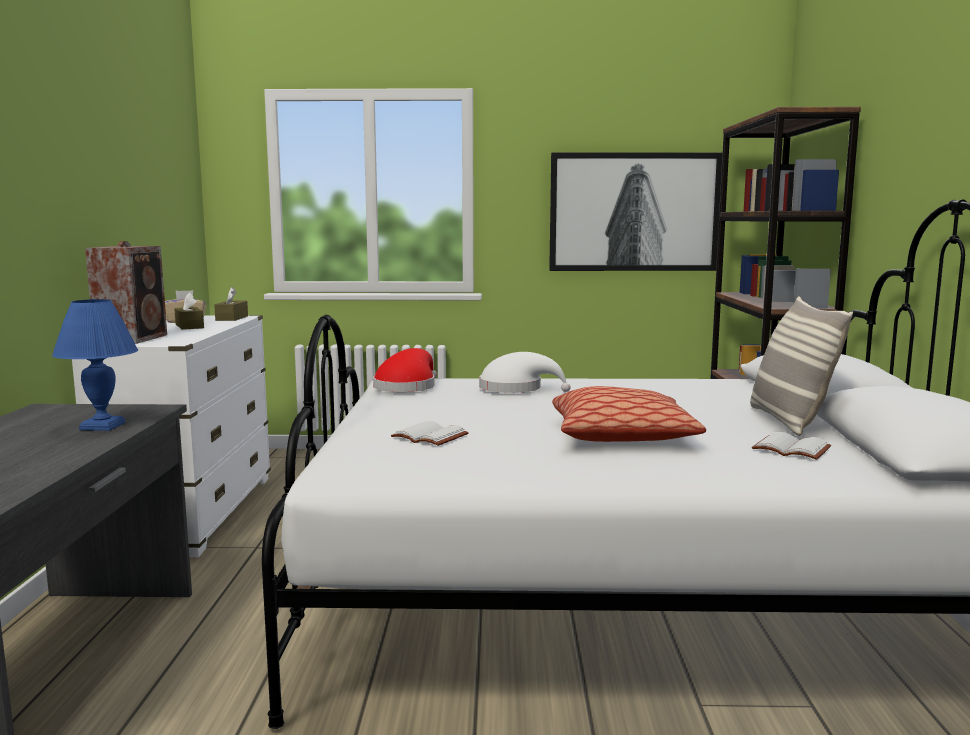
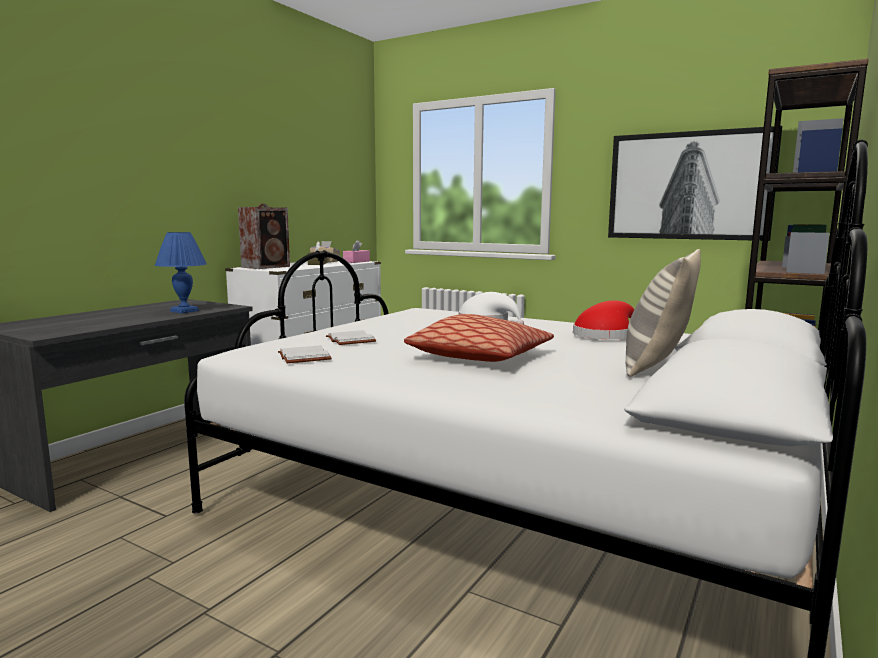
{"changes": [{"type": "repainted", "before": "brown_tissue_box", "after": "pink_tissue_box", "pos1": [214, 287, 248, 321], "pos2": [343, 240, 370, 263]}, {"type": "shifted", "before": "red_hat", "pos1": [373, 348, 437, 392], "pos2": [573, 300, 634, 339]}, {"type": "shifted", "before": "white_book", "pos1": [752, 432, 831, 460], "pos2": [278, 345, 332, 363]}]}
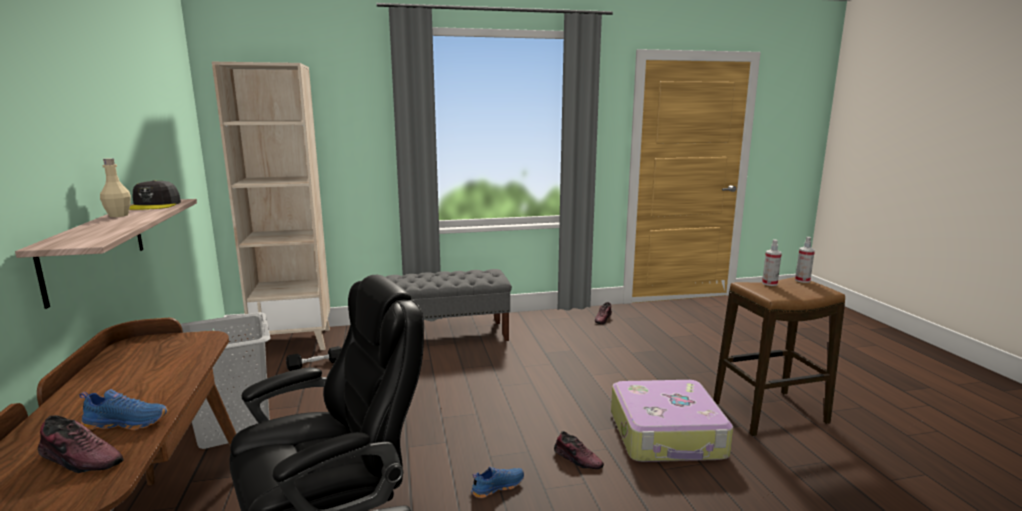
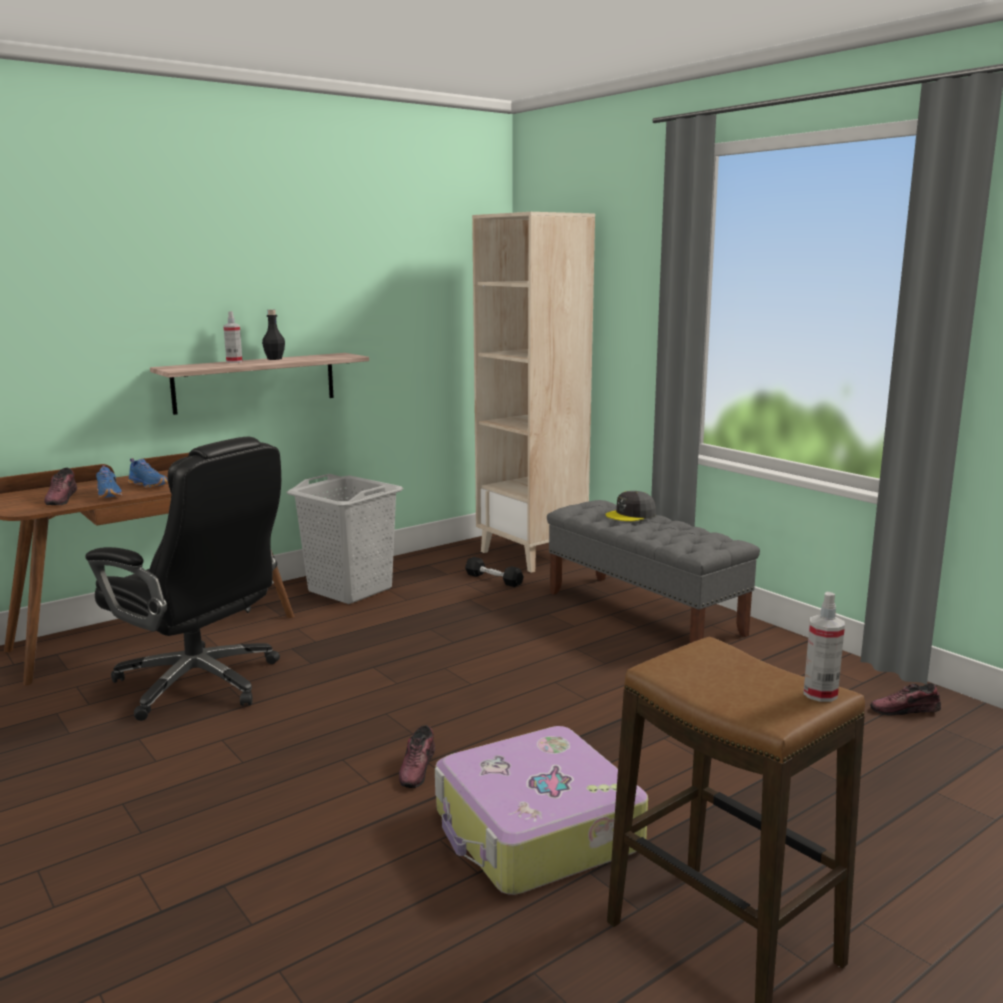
{"changes": [{"type": "repainted", "before": "beige_bottle", "after": "black_bottle", "pos1": [100, 158, 131, 217], "pos2": [262, 309, 285, 360]}, {"type": "shifted", "before": "grey_cap", "pos1": [129, 180, 181, 210], "pos2": [605, 491, 656, 521]}, {"type": "shifted", "before": "spray_bottle", "pos1": [762, 239, 782, 286], "pos2": [223, 311, 243, 363]}, {"type": "shifted", "before": "blue_shoe", "pos1": [471, 467, 524, 498], "pos2": [128, 458, 168, 488]}]}
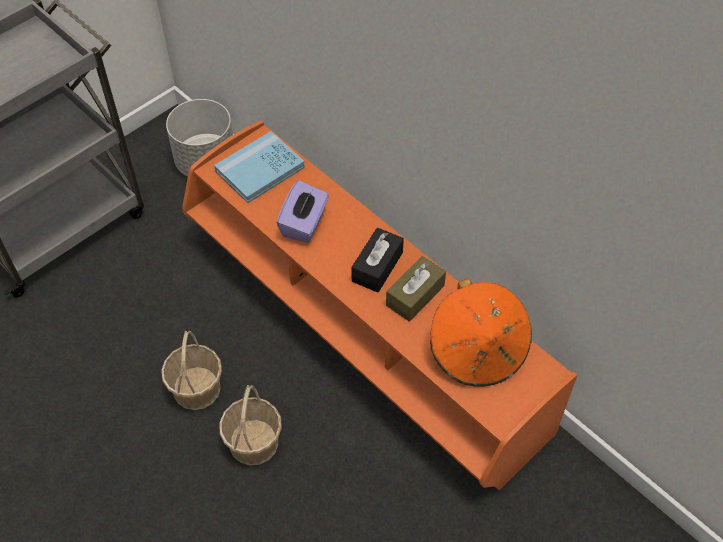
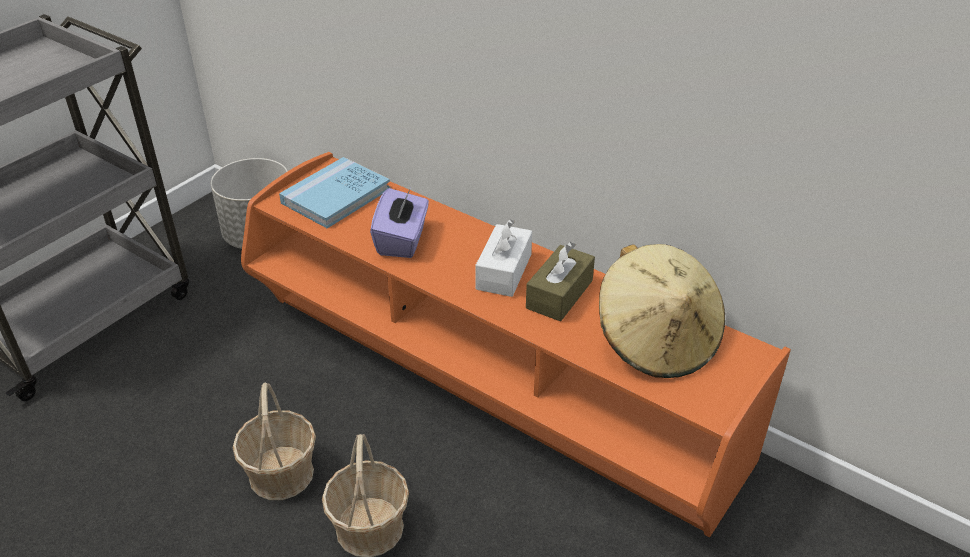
{"changes": [{"type": "repainted", "before": "black_tissue_box", "after": "white_tissue_box", "pos1": [351, 228, 404, 293], "pos2": [475, 219, 532, 297]}, {"type": "repainted", "before": "orange_hat", "after": "beige_hat", "pos1": [430, 279, 532, 387], "pos2": [599, 244, 725, 378]}]}
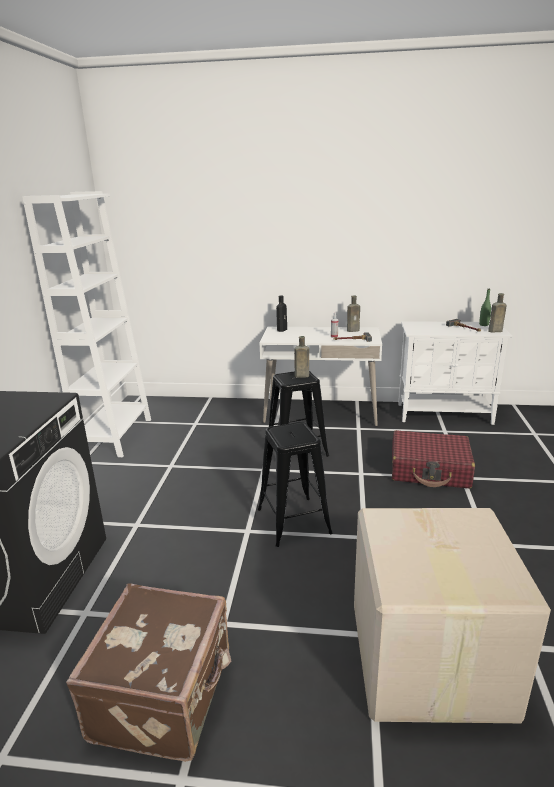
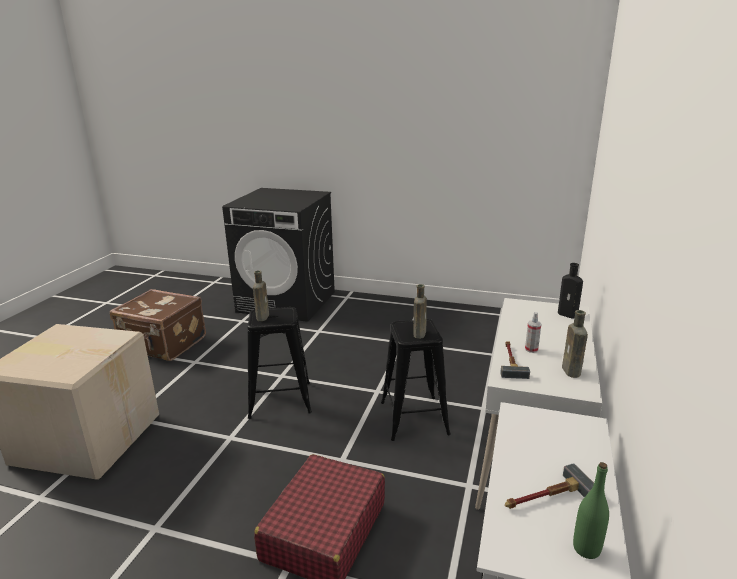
{"changes": [{"type": "gone", "before": "white_bookcase", "pos1": [22, 191, 151, 457]}, {"type": "shifted", "before": "brown_bottle", "pos1": [488, 293, 507, 333], "pos2": [253, 270, 269, 321]}]}
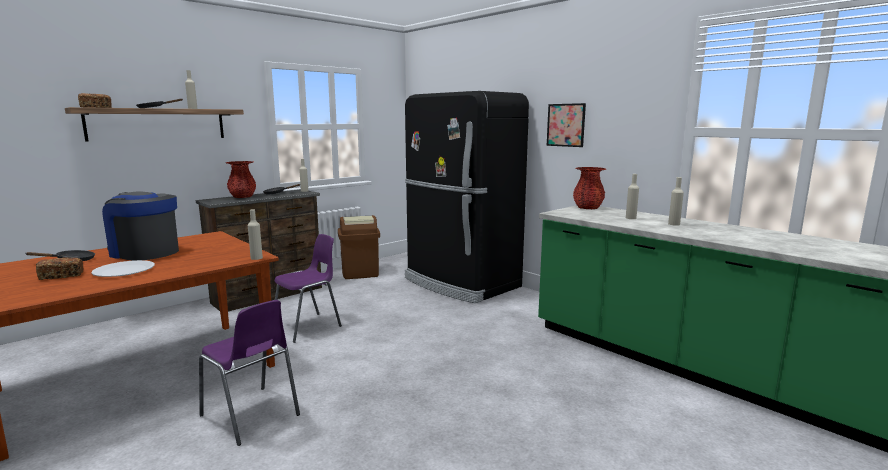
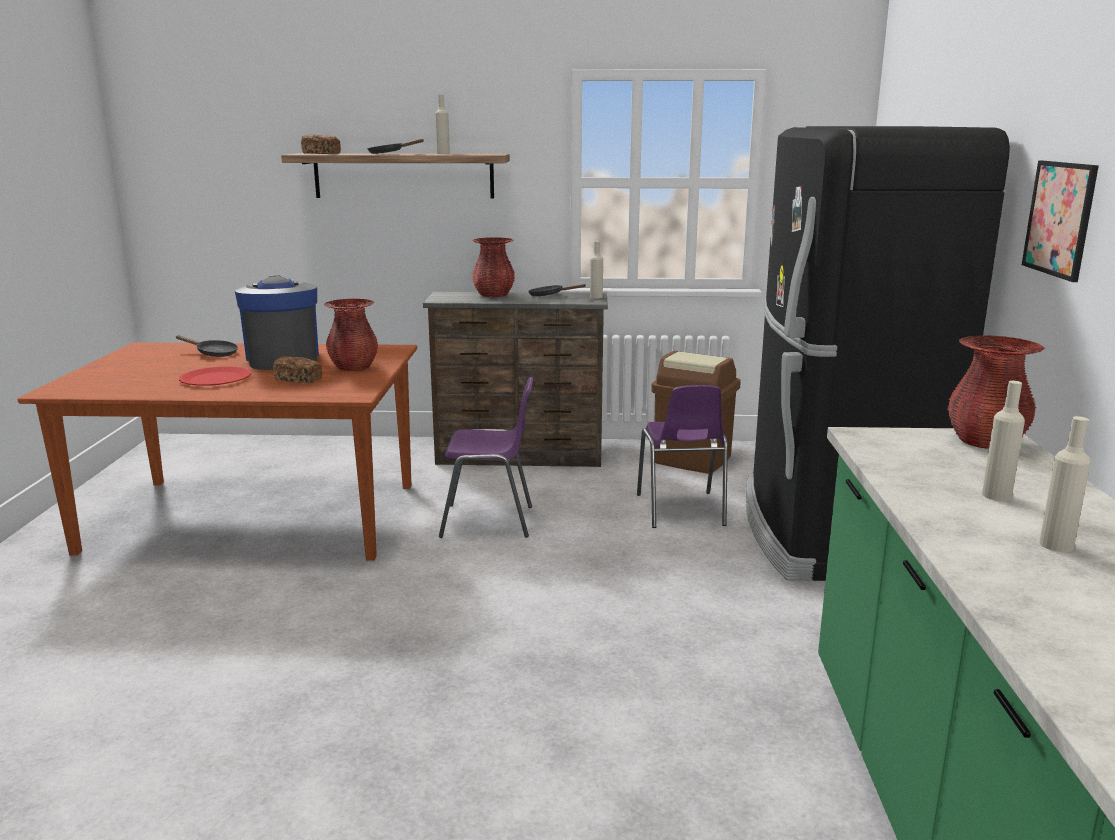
{"changes": [{"type": "gone", "before": "beige_bottle", "pos1": [248, 209, 263, 260]}, {"type": "shifted", "before": "bread", "pos1": [36, 257, 83, 280], "pos2": [273, 356, 322, 384]}, {"type": "repainted", "before": "white_plate", "after": "red_plate", "pos1": [91, 260, 155, 277], "pos2": [179, 366, 251, 386]}, {"type": "shifted", "before": "purple_chair", "pos1": [199, 300, 300, 446], "pos2": [637, 385, 728, 528]}, {"type": "new", "after": "red_vase", "pos2": [324, 299, 378, 371]}]}
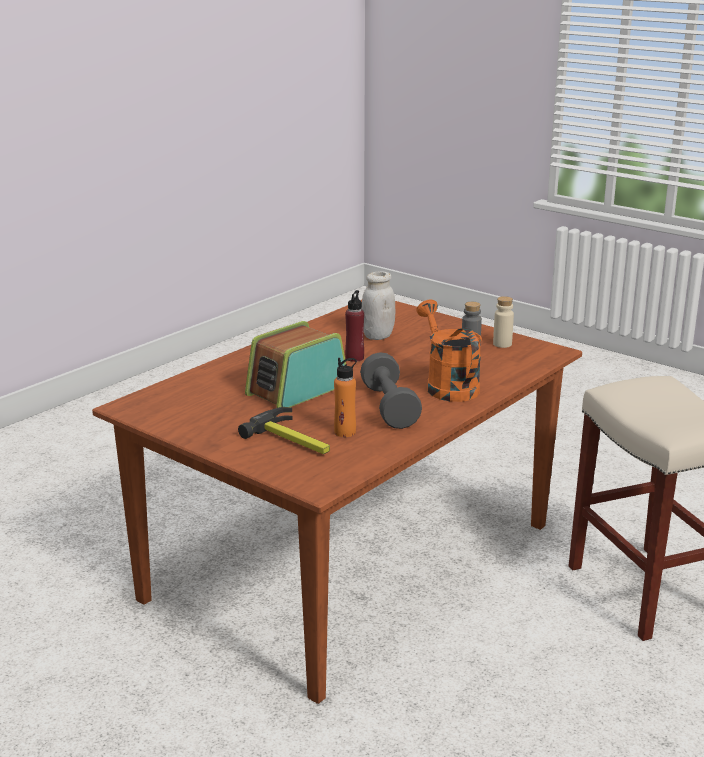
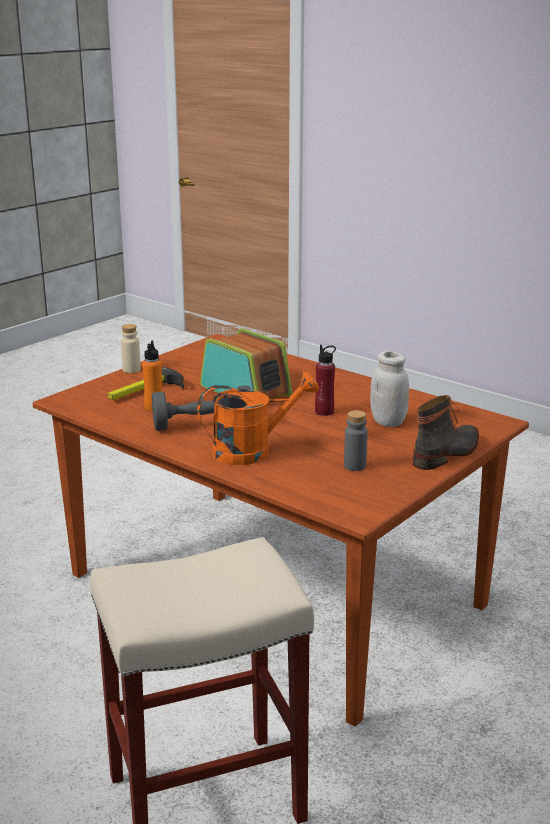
{"changes": [{"type": "shifted", "before": "beige_bottle", "pos1": [493, 296, 514, 348], "pos2": [121, 324, 141, 373]}, {"type": "new", "after": "boot", "pos2": [413, 395, 479, 470]}]}
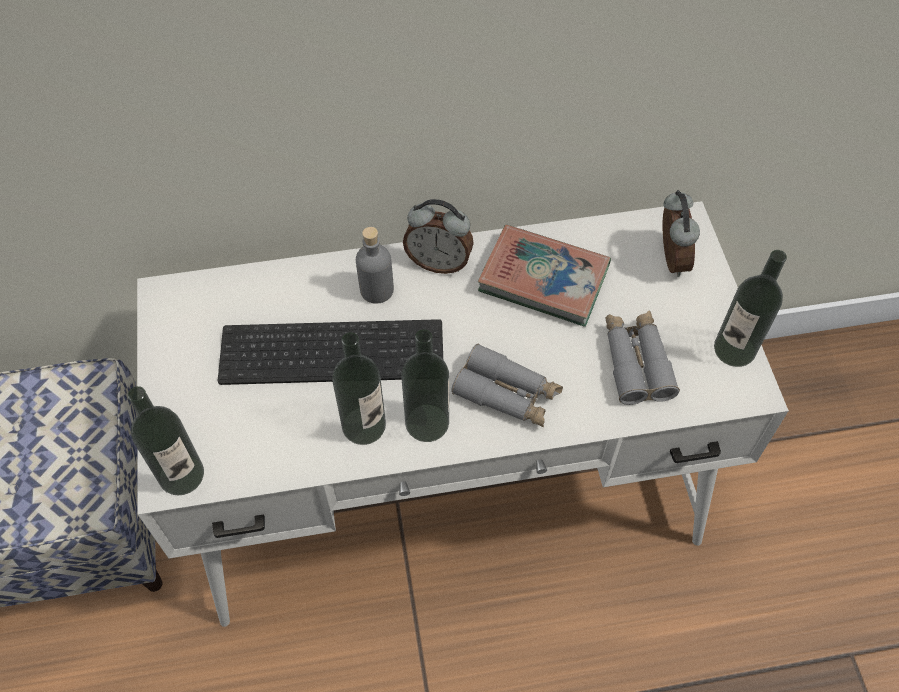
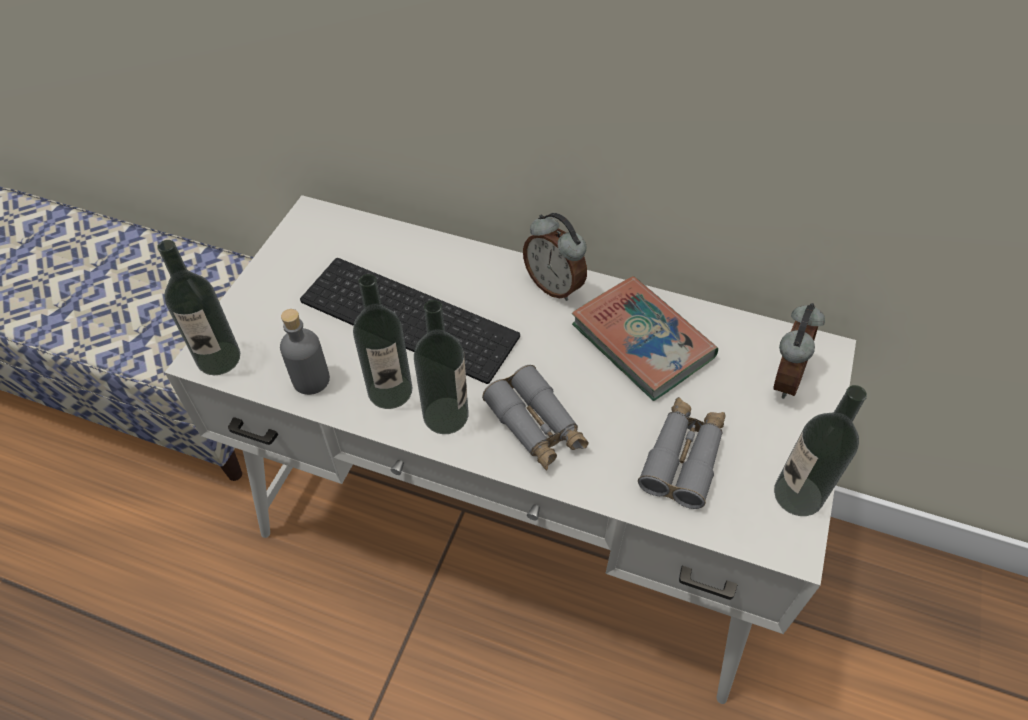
{"changes": [{"type": "shifted", "before": "grey_bottle", "pos1": [356, 227, 394, 304], "pos2": [280, 309, 330, 395]}]}
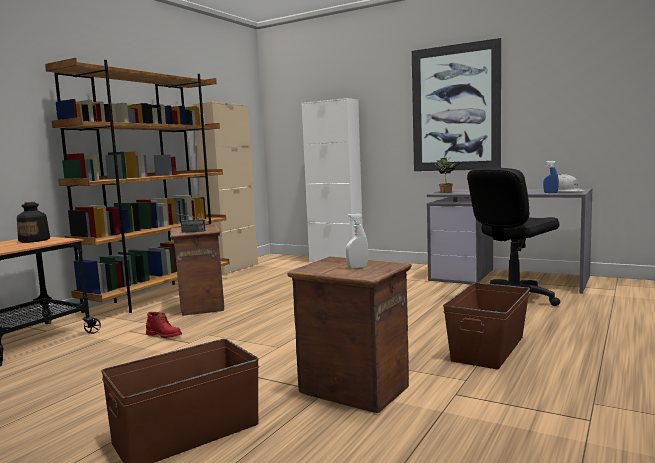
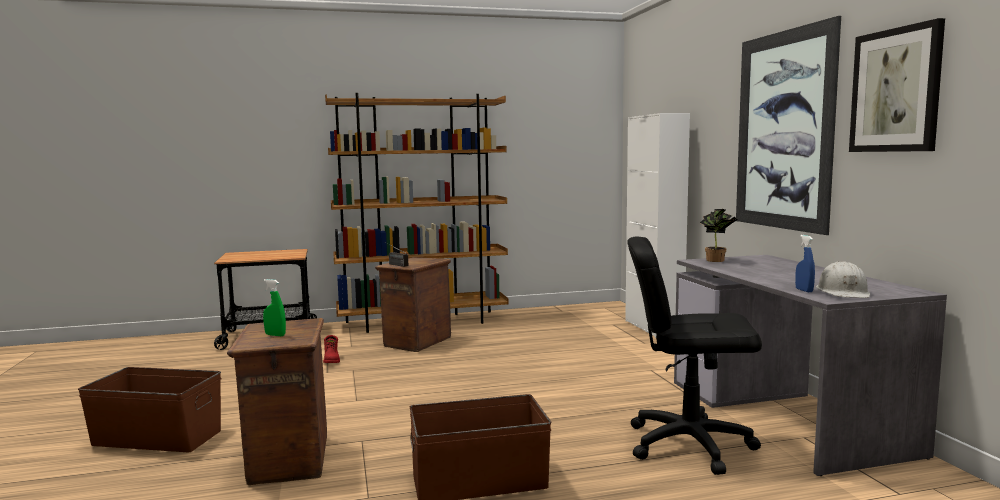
{"changes": [{"type": "gone", "before": "beige_cabinet", "pos1": [194, 102, 258, 275]}, {"type": "gone", "before": "bottle", "pos1": [17, 202, 50, 243]}, {"type": "repainted", "before": "white_spray_bottle", "after": "green_spray_bottle", "pos1": [346, 213, 368, 269], "pos2": [263, 279, 286, 336]}, {"type": "new", "after": "picture", "pos2": [849, 18, 945, 152]}]}
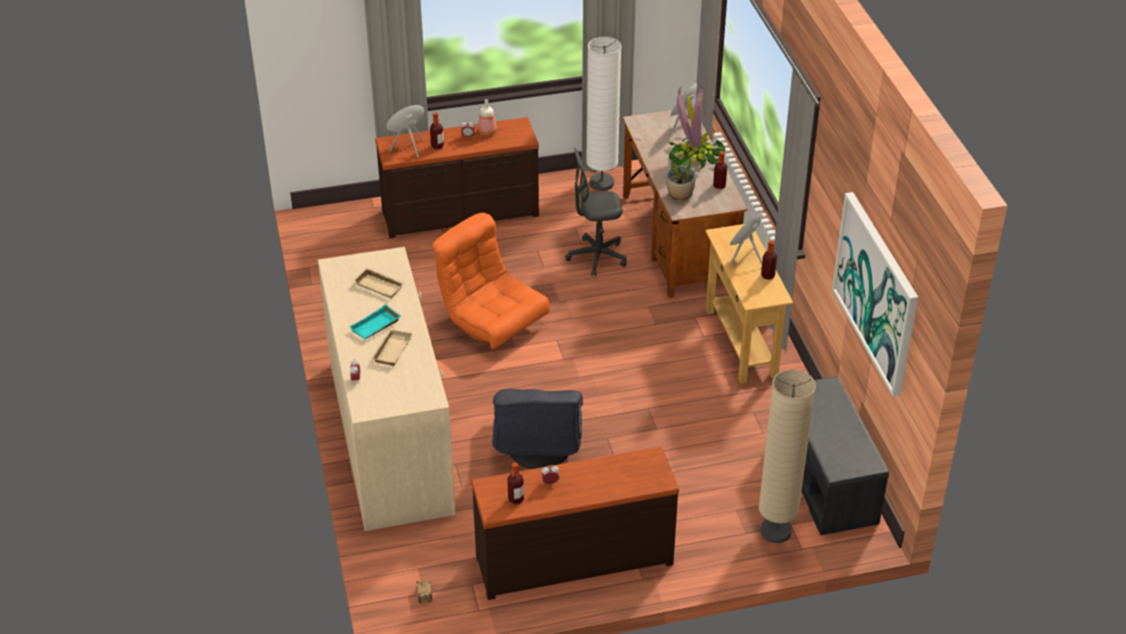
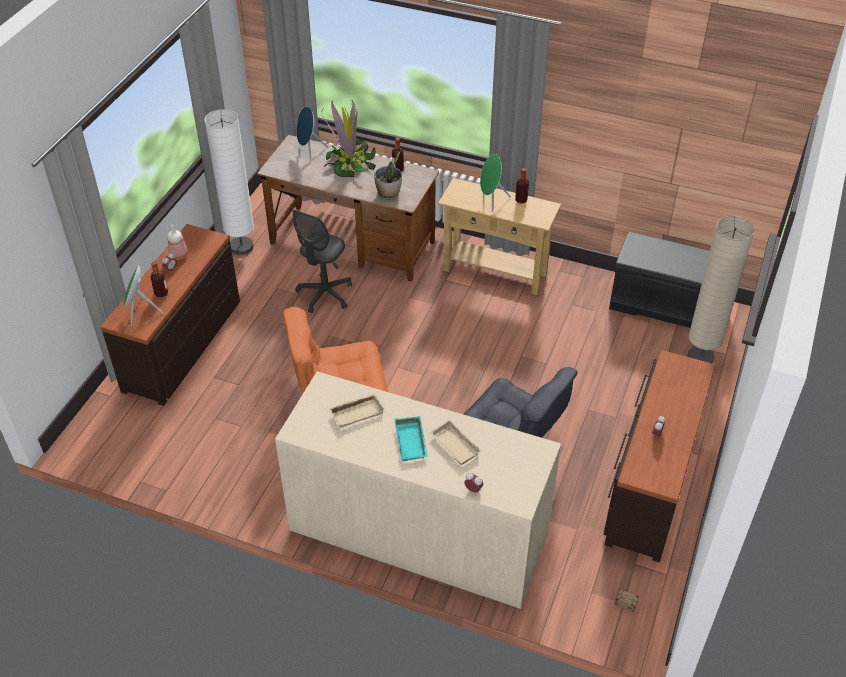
{"changes": [{"type": "gone", "before": "picture", "pos1": [832, 192, 918, 397]}, {"type": "gone", "before": "bottle", "pos1": [507, 462, 524, 505]}]}
